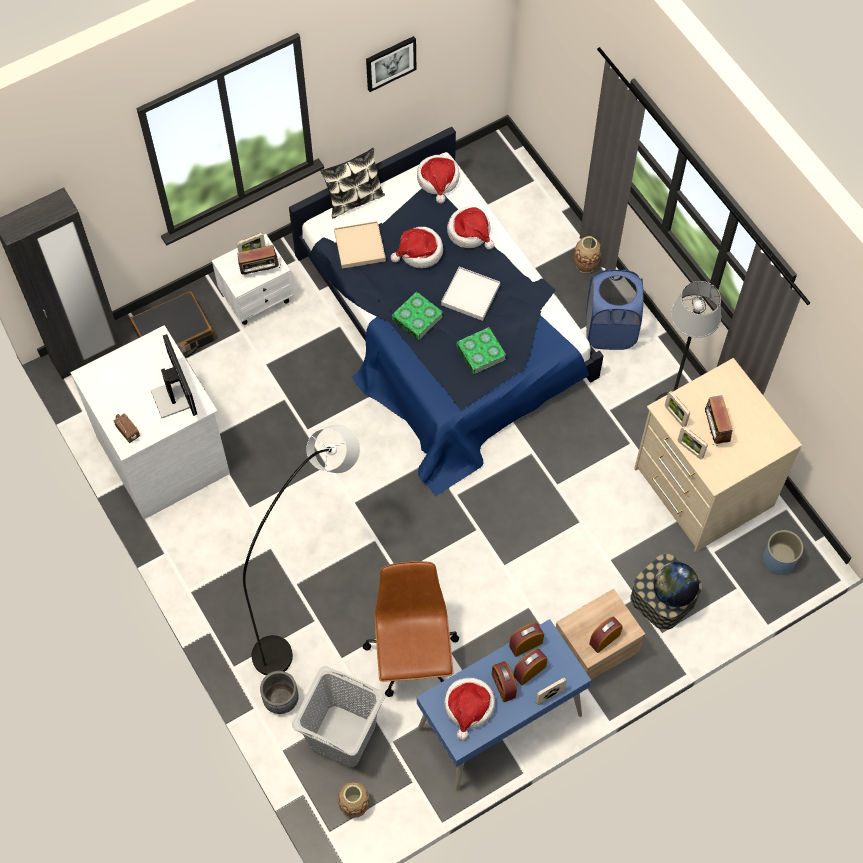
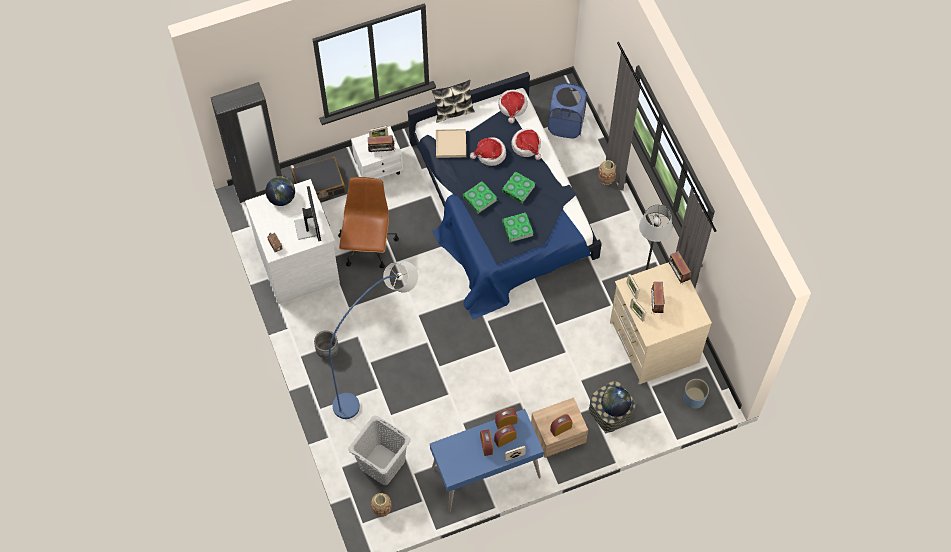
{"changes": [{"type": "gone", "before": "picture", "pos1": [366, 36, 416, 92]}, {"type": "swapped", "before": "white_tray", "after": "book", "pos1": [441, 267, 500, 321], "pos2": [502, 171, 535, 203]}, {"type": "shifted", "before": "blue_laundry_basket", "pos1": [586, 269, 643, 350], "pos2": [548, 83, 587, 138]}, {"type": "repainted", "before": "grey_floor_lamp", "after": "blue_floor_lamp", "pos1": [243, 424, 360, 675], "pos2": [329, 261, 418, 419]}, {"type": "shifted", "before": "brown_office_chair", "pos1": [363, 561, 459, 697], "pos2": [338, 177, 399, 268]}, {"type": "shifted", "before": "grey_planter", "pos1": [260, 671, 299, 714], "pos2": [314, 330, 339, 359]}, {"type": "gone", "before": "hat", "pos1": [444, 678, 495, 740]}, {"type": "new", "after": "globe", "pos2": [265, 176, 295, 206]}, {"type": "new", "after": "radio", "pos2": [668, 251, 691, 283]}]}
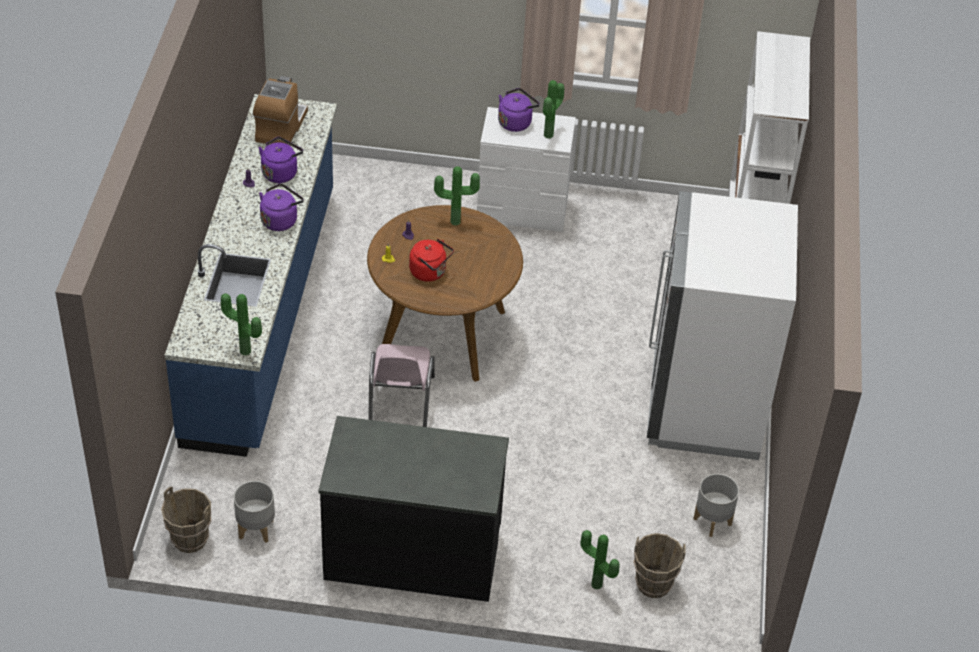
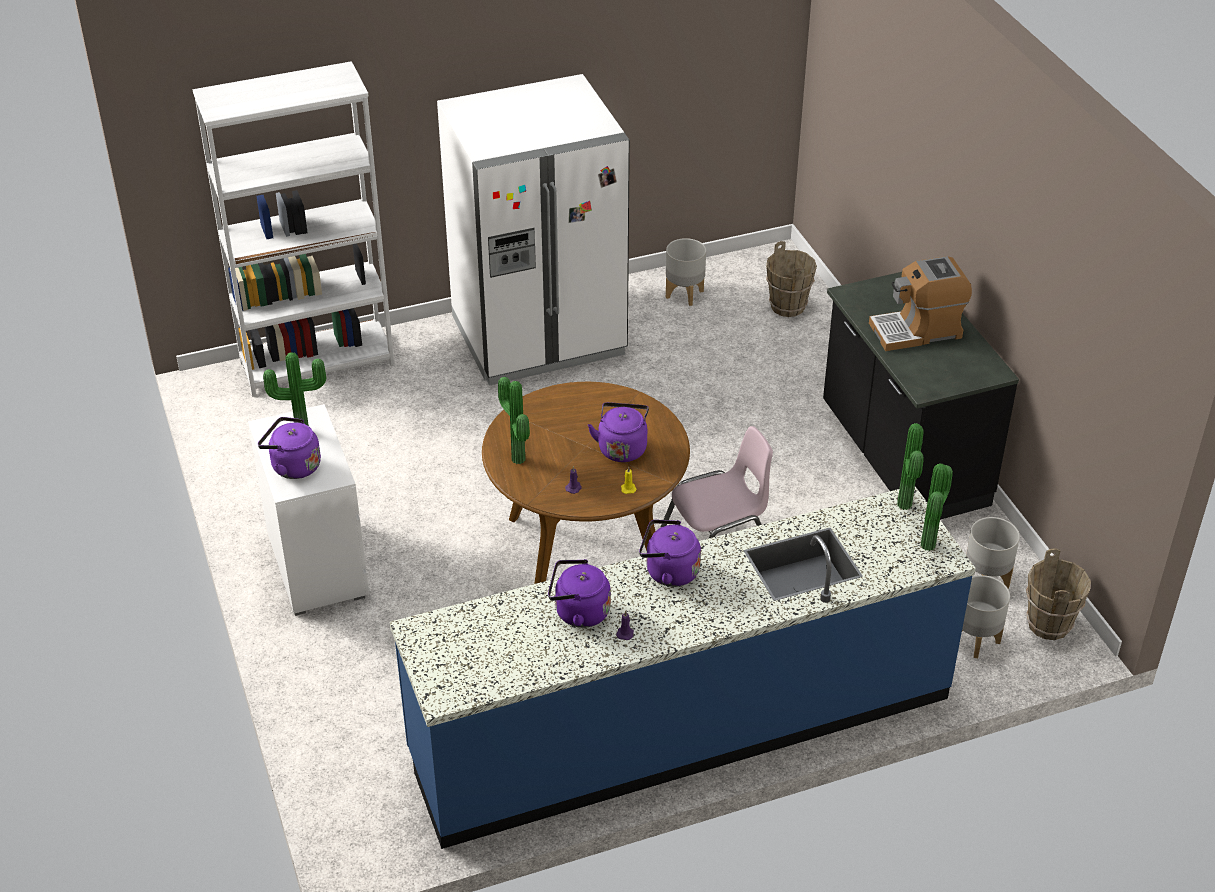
{"changes": [{"type": "shifted", "before": "coffee_machine", "pos1": [253, 76, 308, 146], "pos2": [869, 256, 972, 351]}, {"type": "repainted", "before": "red_kettle", "after": "purple_kettle", "pos1": [409, 239, 454, 282], "pos2": [588, 402, 649, 462]}, {"type": "shifted", "before": "potted_plant", "pos1": [580, 530, 620, 590], "pos2": [920, 464, 953, 551]}, {"type": "new", "after": "grey_planter", "pos2": [962, 575, 1010, 658]}]}
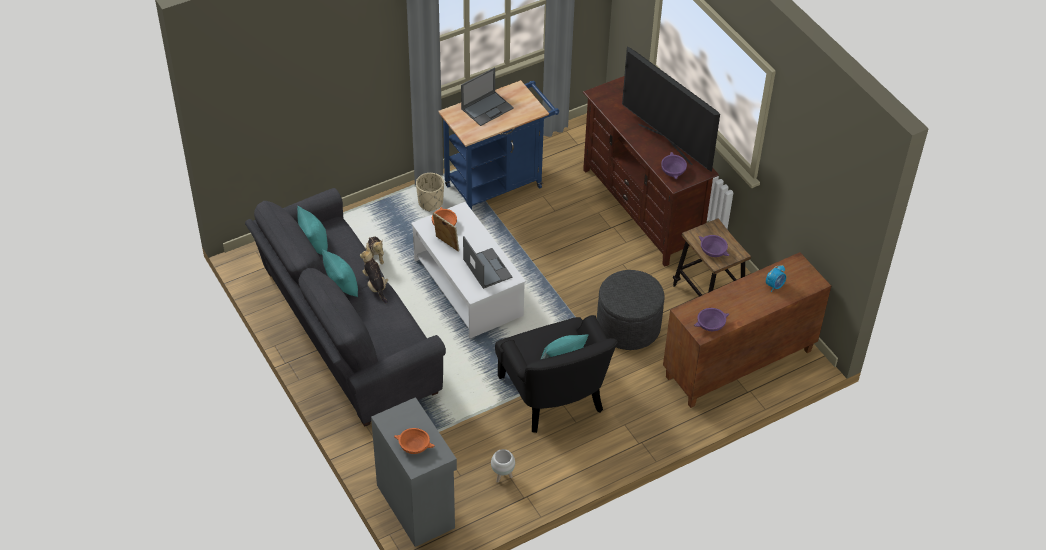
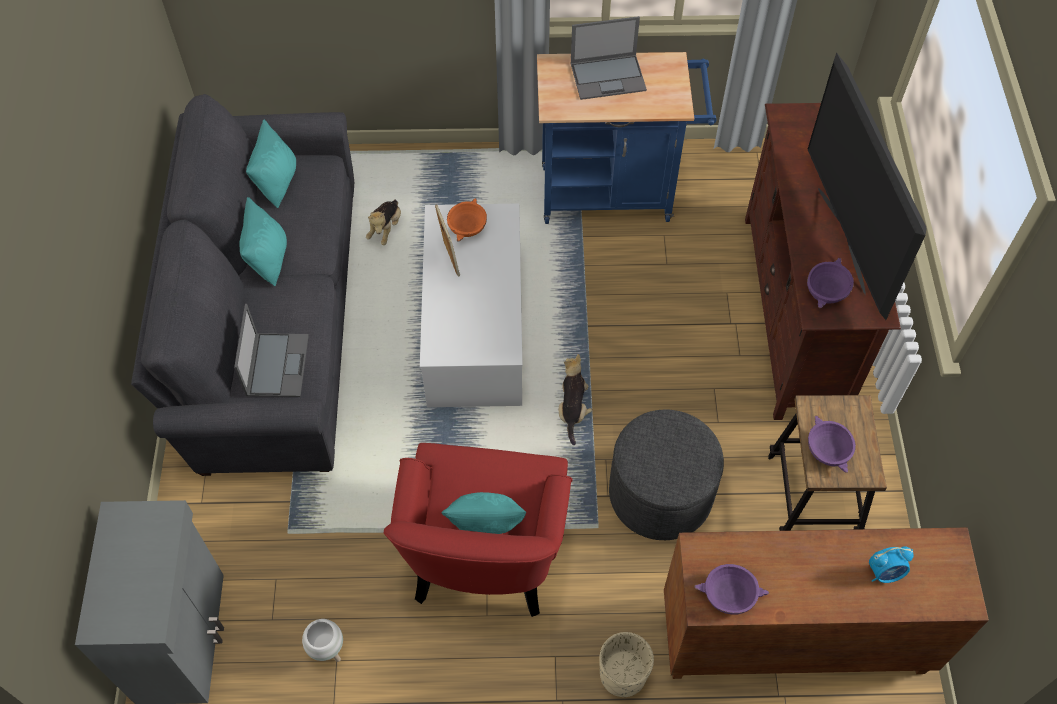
{"changes": [{"type": "shifted", "before": "beige_planter", "pos1": [416, 173, 444, 211], "pos2": [599, 632, 654, 697]}, {"type": "shifted", "before": "laptop", "pos1": [463, 236, 512, 289], "pos2": [234, 304, 309, 397]}, {"type": "shifted", "before": "plush_toy", "pos1": [360, 247, 388, 304], "pos2": [559, 354, 592, 445]}, {"type": "repainted", "before": "black_armchair", "after": "red_armchair", "pos1": [495, 315, 618, 433], "pos2": [383, 443, 573, 617]}, {"type": "gone", "before": "orange_bowl", "pos1": [394, 428, 435, 454]}]}
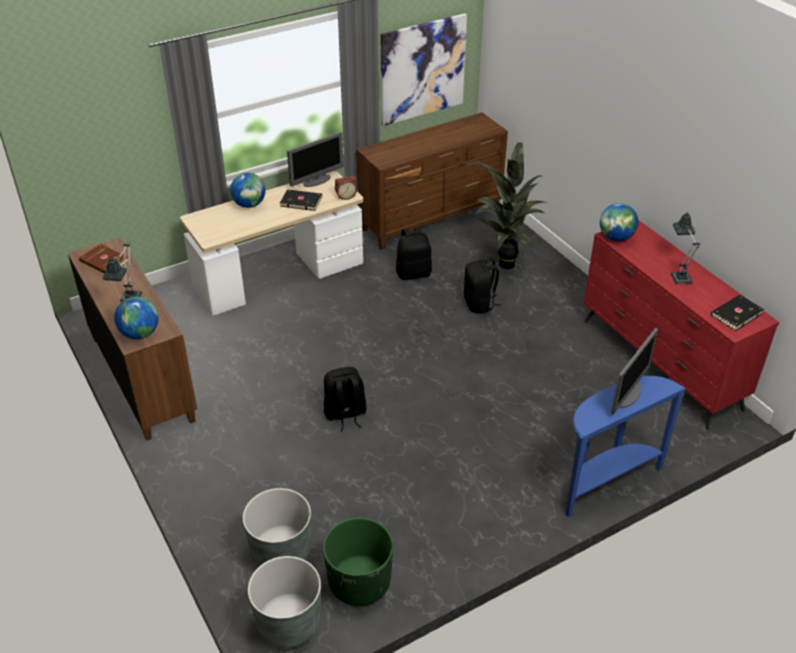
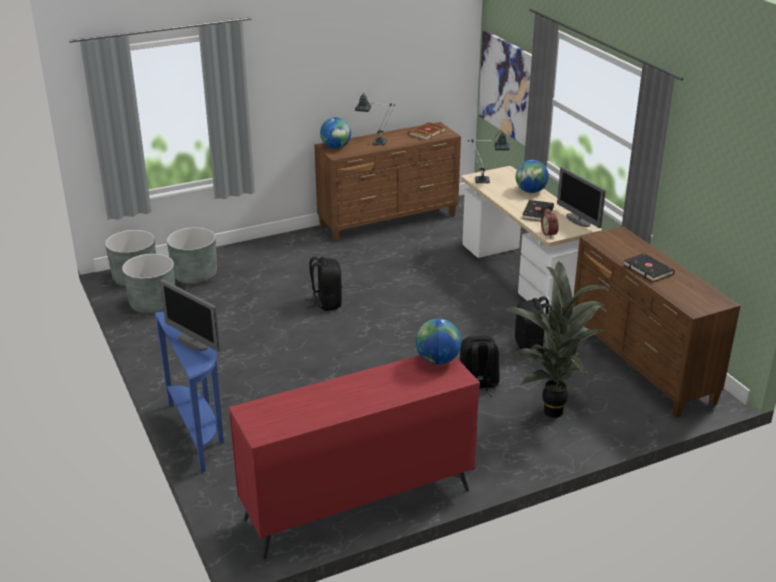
{"changes": [{"type": "shifted", "before": "picture", "pos1": [380, 13, 467, 126], "pos2": [479, 30, 532, 146]}, {"type": "shifted", "before": "table_lamp", "pos1": [671, 212, 700, 284], "pos2": [468, 130, 510, 184]}, {"type": "shifted", "before": "black_book", "pos1": [711, 295, 765, 331], "pos2": [623, 253, 675, 282]}, {"type": "repainted", "before": "green_planter", "after": "grey_planter", "pos1": [323, 518, 393, 606], "pos2": [122, 254, 175, 314]}]}
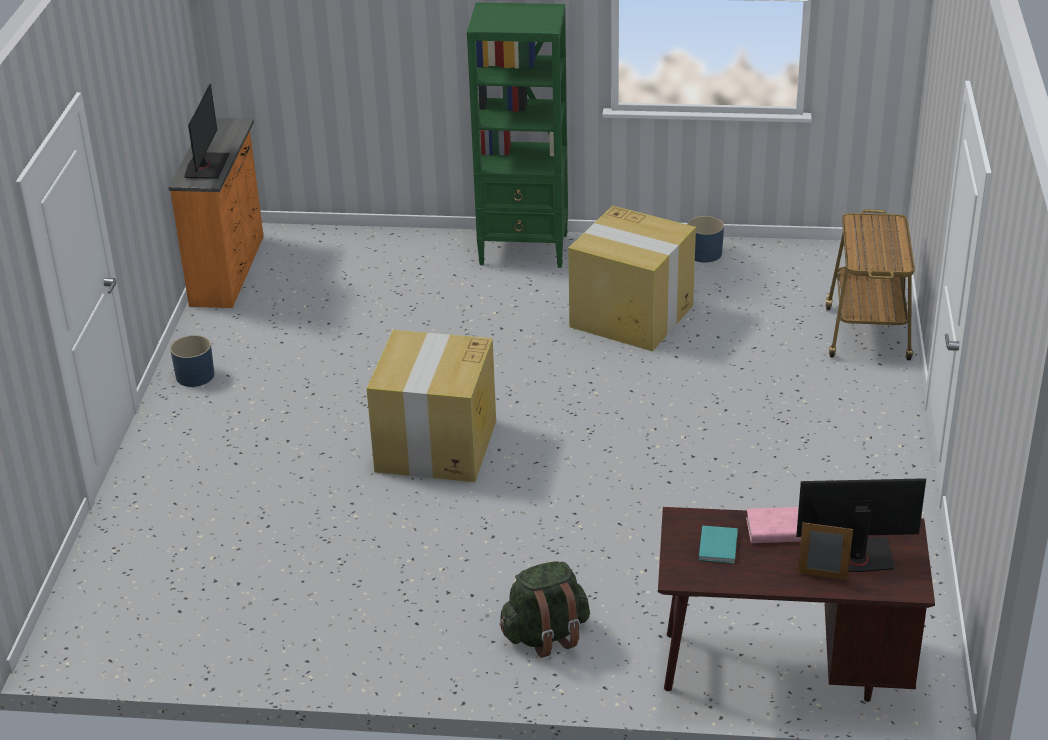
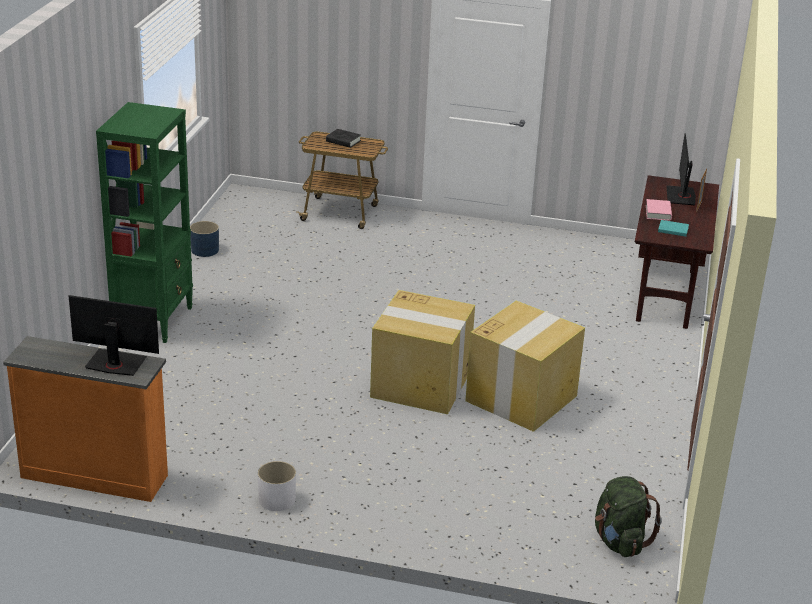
{"changes": [{"type": "shifted", "before": "cardboard_box", "pos1": [568, 206, 696, 352], "pos2": [465, 301, 585, 432]}, {"type": "repainted", "before": "blue_planter", "after": "white_planter", "pos1": [170, 335, 214, 387], "pos2": [258, 461, 296, 511]}, {"type": "shifted", "before": "green_backpack", "pos1": [499, 561, 590, 658], "pos2": [595, 476, 662, 557]}, {"type": "new", "after": "black_book", "pos2": [326, 129, 361, 148]}]}
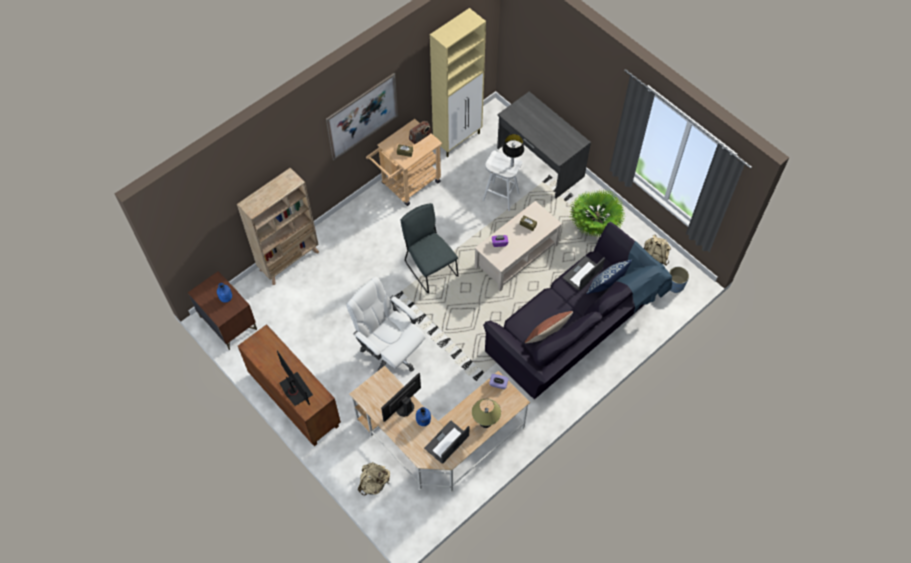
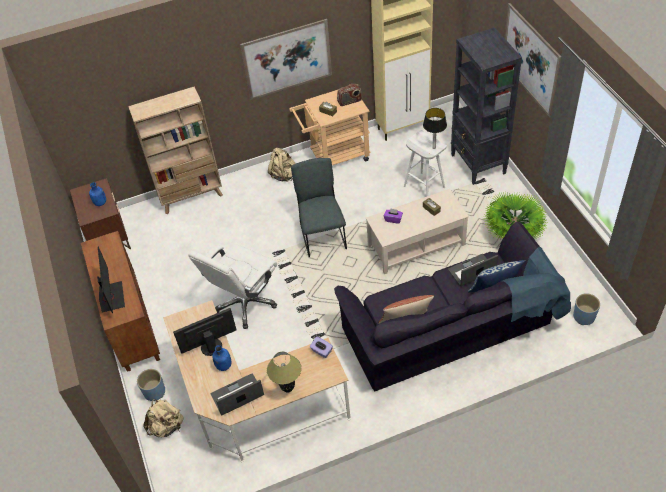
{"changes": [{"type": "swapped", "before": "grey_desk", "after": "black_bookcase", "pos1": [497, 92, 591, 198], "pos2": [451, 28, 522, 185]}, {"type": "shifted", "before": "beige_backpack", "pos1": [644, 235, 671, 266], "pos2": [268, 148, 296, 182]}, {"type": "rotated", "before": "white_office_chair", "pos1": [346, 276, 426, 372], "pos2": [188, 244, 277, 329], "turn": -120}, {"type": "new", "after": "picture", "pos2": [505, 3, 561, 117]}, {"type": "new", "after": "blue_planter", "pos2": [137, 369, 165, 401]}]}
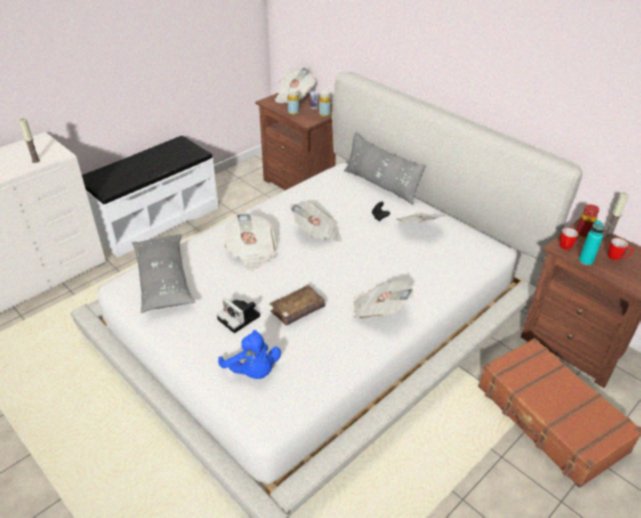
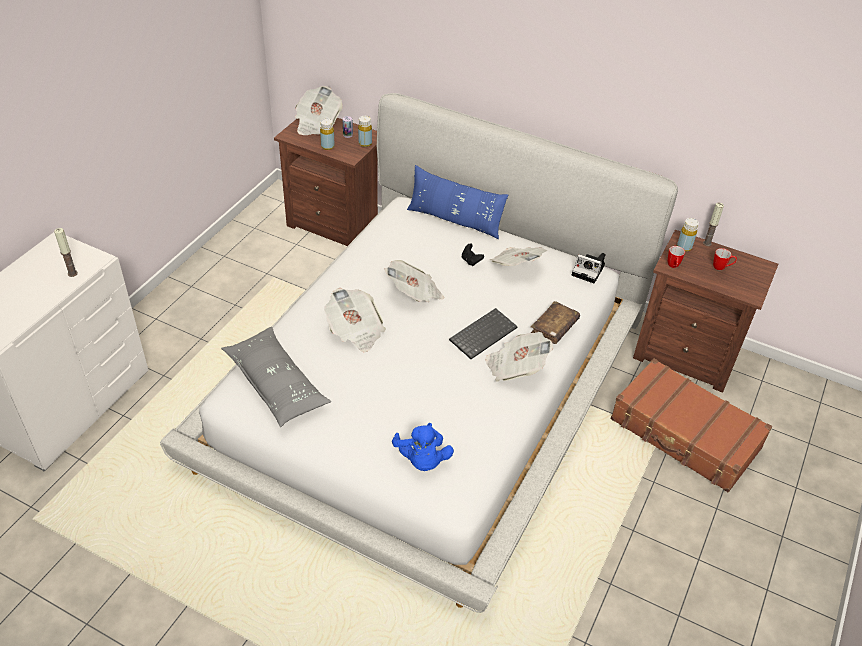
{"changes": [{"type": "repainted", "before": "grey_pillow", "after": "blue_pillow", "pos1": [344, 132, 426, 205], "pos2": [407, 165, 508, 239]}, {"type": "gone", "before": "white_bench", "pos1": [82, 136, 219, 257]}, {"type": "repainted", "before": "red_bottle", "after": "yellow_bottle", "pos1": [576, 204, 599, 238], "pos2": [677, 218, 699, 252]}, {"type": "gone", "before": "turquoise_bottle", "pos1": [579, 220, 604, 266]}, {"type": "shifted", "before": "brown_book", "pos1": [269, 285, 325, 325], "pos2": [531, 301, 580, 344]}, {"type": "shifted", "before": "photo_camera", "pos1": [217, 298, 260, 333], "pos2": [572, 253, 606, 283]}, {"type": "rotated", "before": "blue_plush_toy", "pos1": [218, 330, 281, 379], "pos2": [392, 423, 454, 471], "turn": 45}, {"type": "new", "after": "keyboard", "pos2": [449, 308, 518, 359]}]}
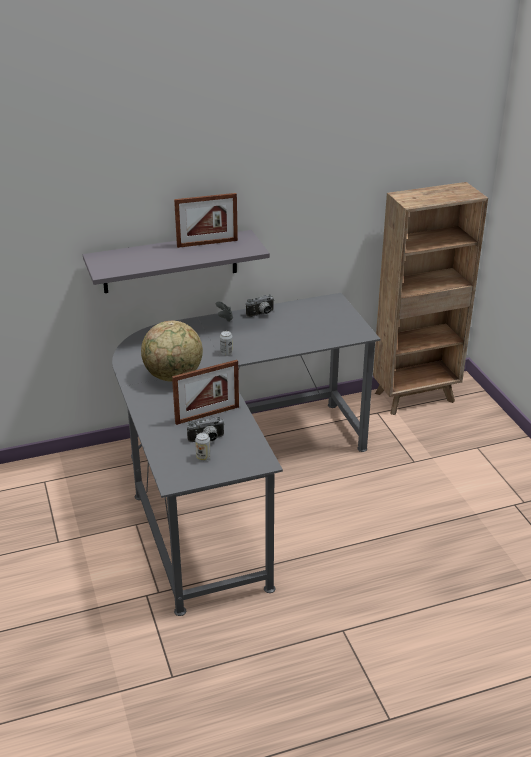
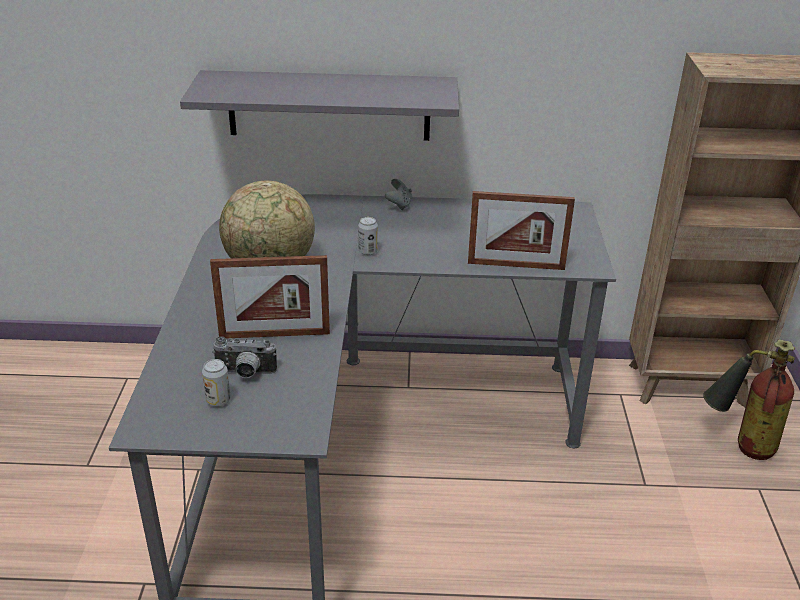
{"changes": [{"type": "shifted", "before": "picture_frame", "pos1": [174, 193, 238, 248], "pos2": [468, 191, 575, 270]}, {"type": "gone", "before": "photo_camera", "pos1": [246, 294, 274, 317]}, {"type": "new", "after": "fire_extinguisher", "pos2": [703, 339, 795, 460]}]}
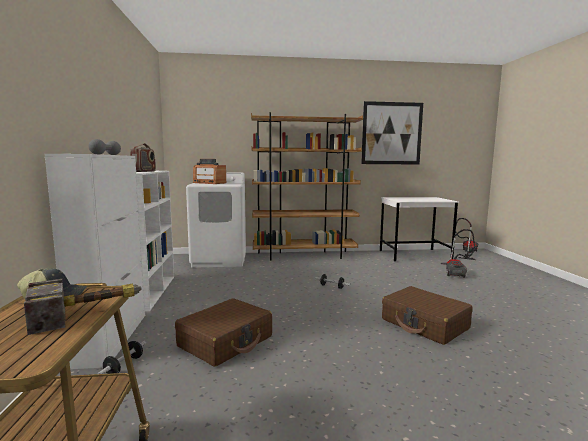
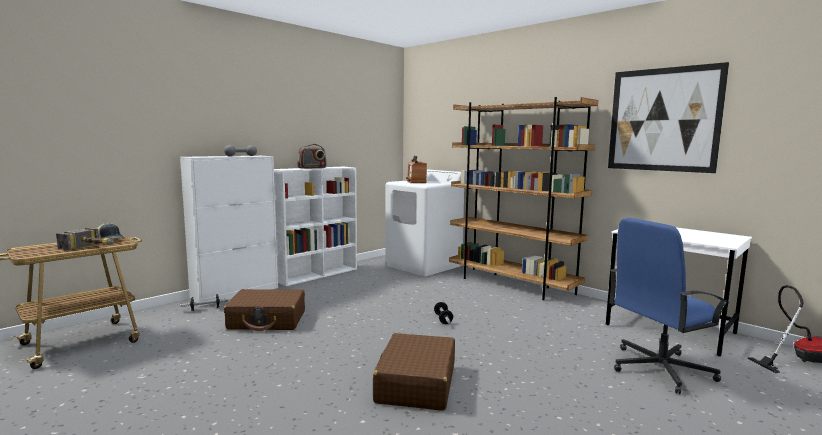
{"changes": [{"type": "swapped", "before": "vacuum_cleaner", "after": "blue_office_chair", "pos1": [441, 229, 475, 278], "pos2": [609, 218, 729, 394]}]}
